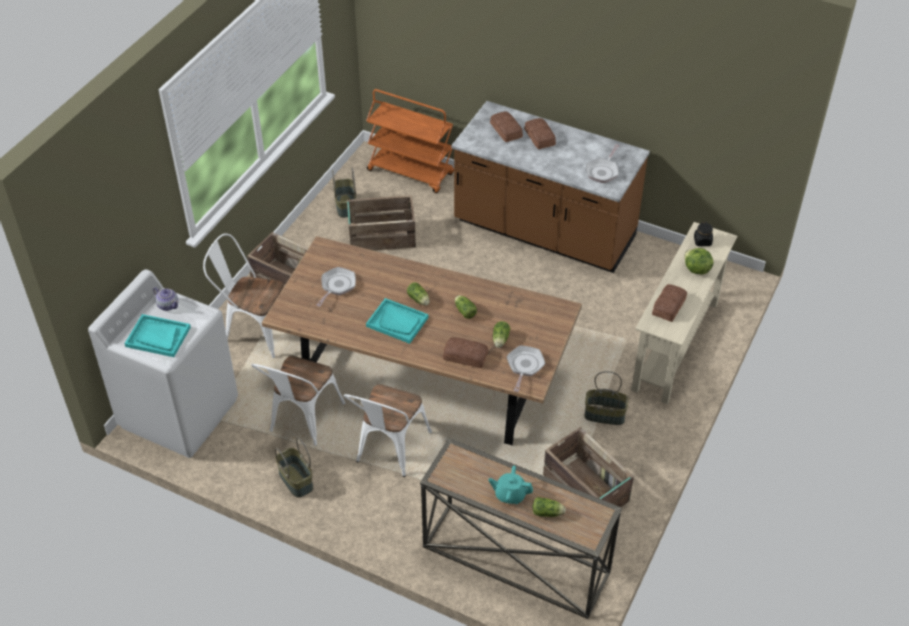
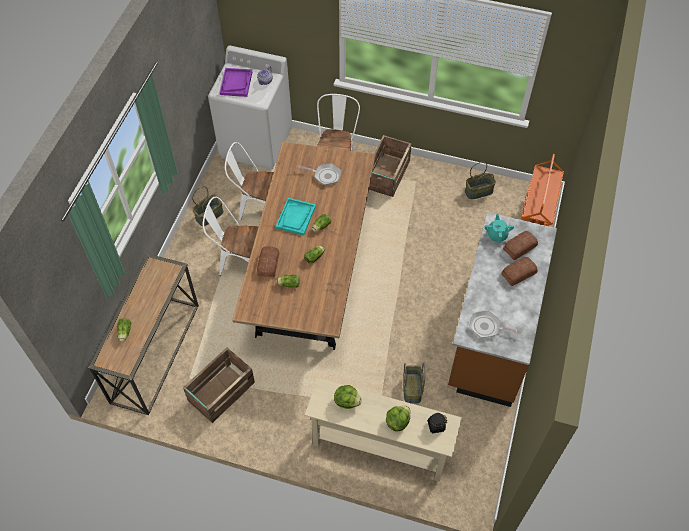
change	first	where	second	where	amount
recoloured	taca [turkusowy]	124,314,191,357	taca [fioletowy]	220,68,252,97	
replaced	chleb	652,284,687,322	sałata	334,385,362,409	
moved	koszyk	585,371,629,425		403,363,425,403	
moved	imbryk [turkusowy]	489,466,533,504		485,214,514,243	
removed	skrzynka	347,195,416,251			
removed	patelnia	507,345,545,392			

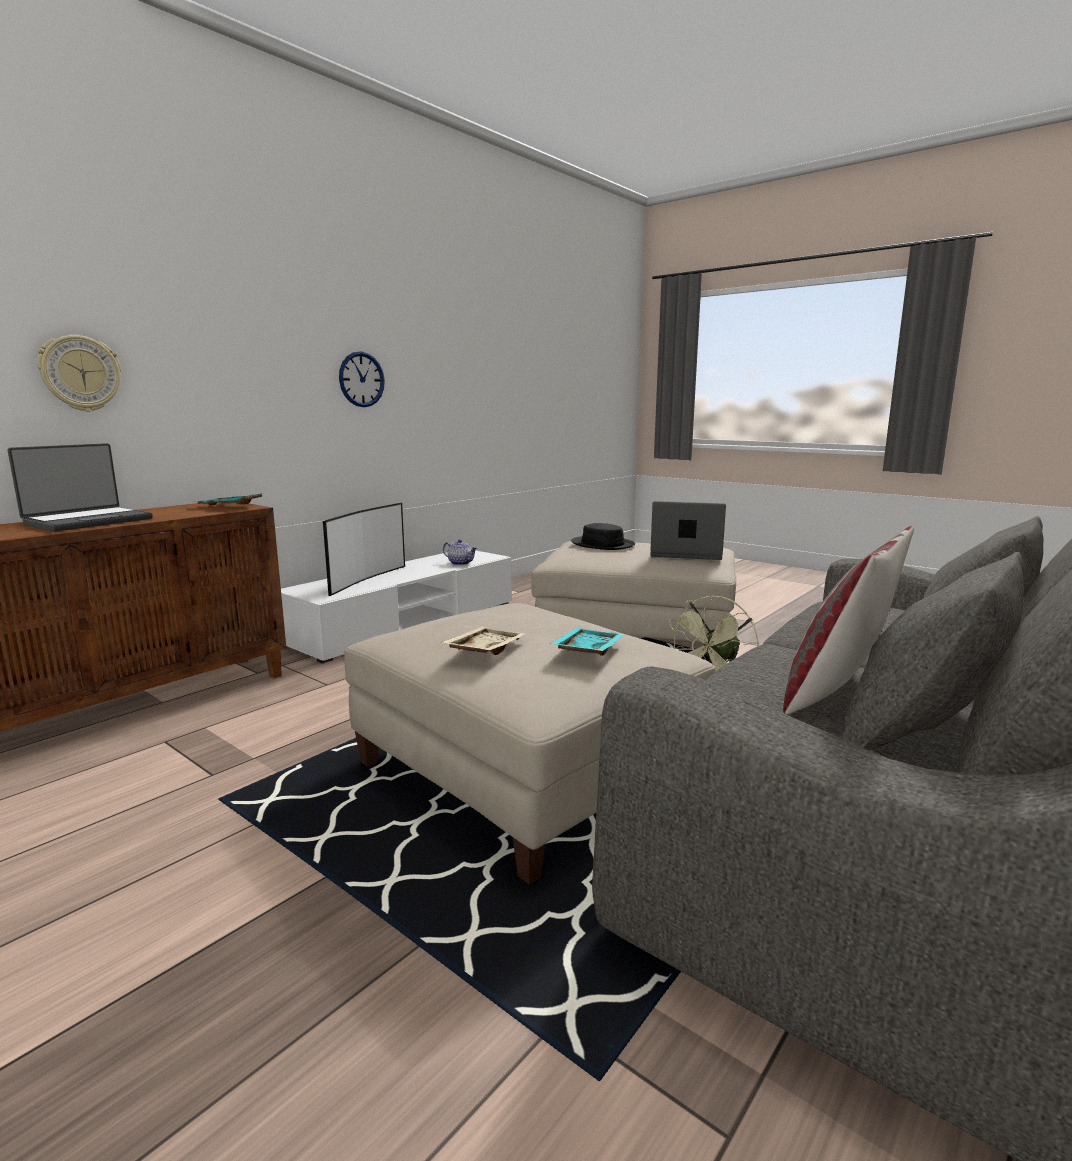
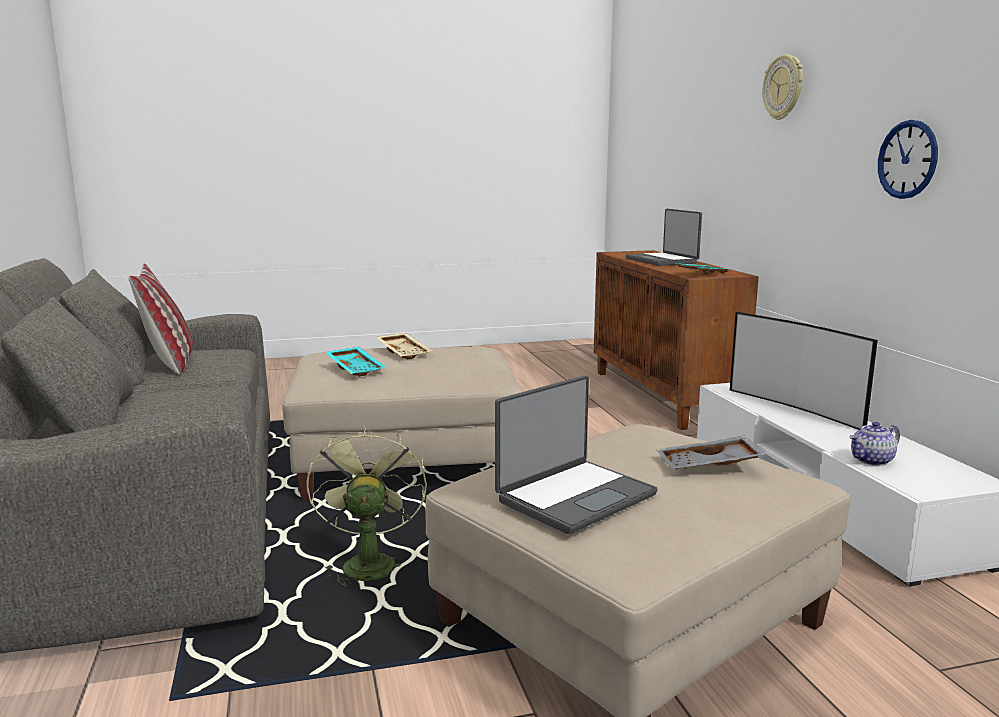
change	first	where	second	where	amount
replaced	kapelusz [czarny]	571,523,635,550	taca [szary]	657,436,766,469	
moved	zegar ścienny	37,335,121,412		763,54,803,120	

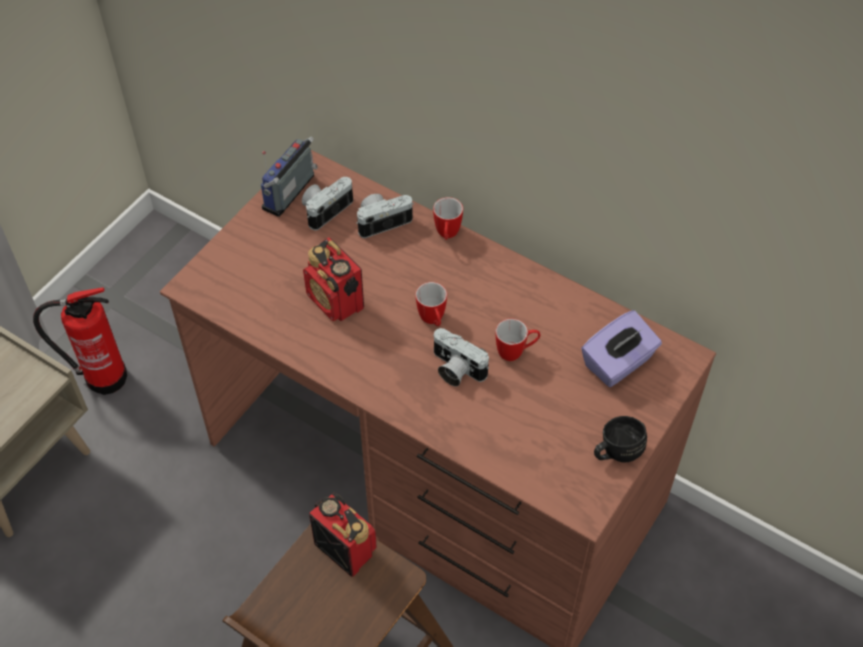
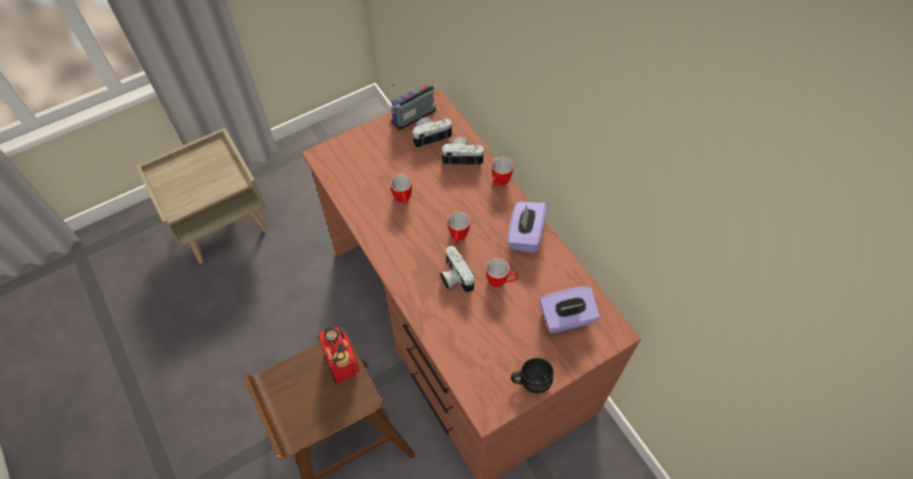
change	first	where	second	where	amount
replaced	radio	303,237,364,321	kubek	390,174,412,205	
added			pudełko chusteczek [fioletowy]	508,202,547,253	
removed	gaśnica	33,288,127,395			

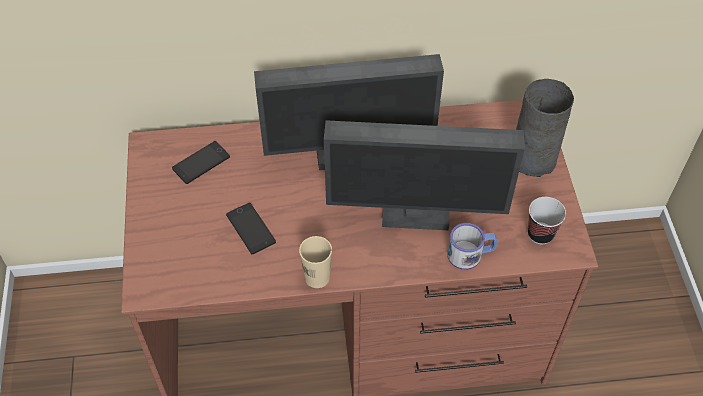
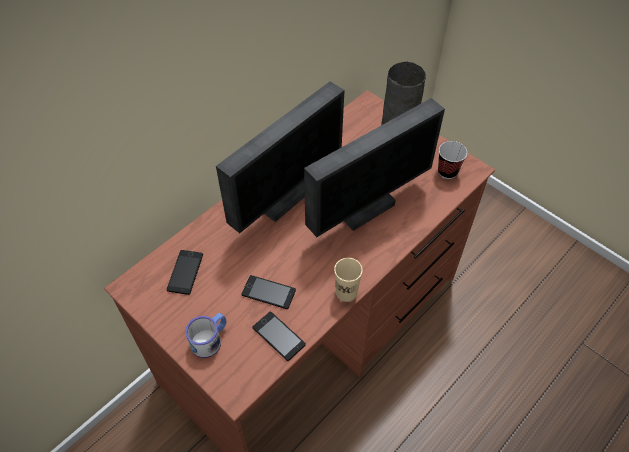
change	first	where	second	where	amount
moved	kubek	447,223,497,270		185,313,227,358	
added			telefon	253,312,306,361	

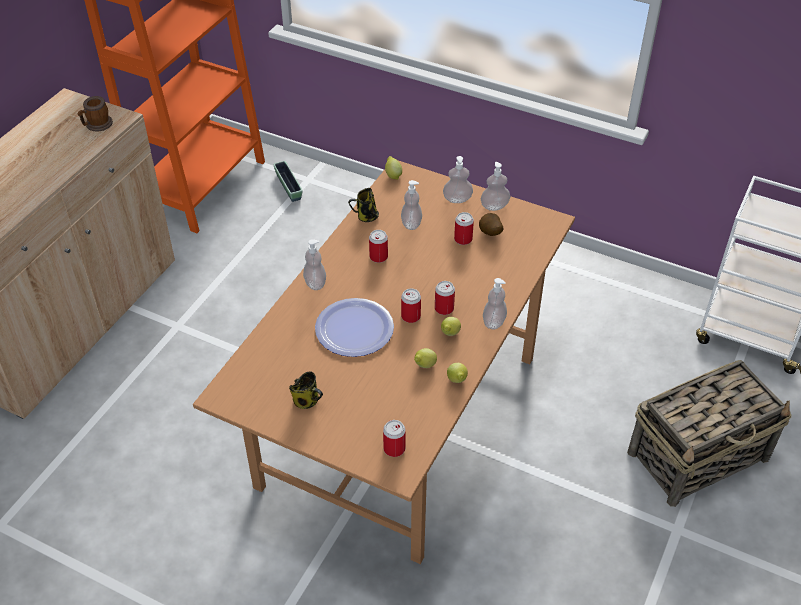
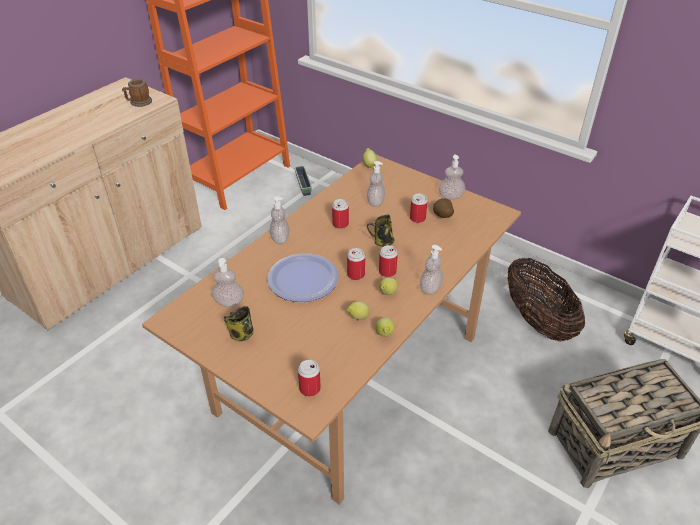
change	first	where	second	where	amount
moved	dozownik mydła	443,156,473,203		212,258,244,307	
moved	kubek	348,188,379,222		367,215,395,247	
added			koszyk	507,257,585,342	

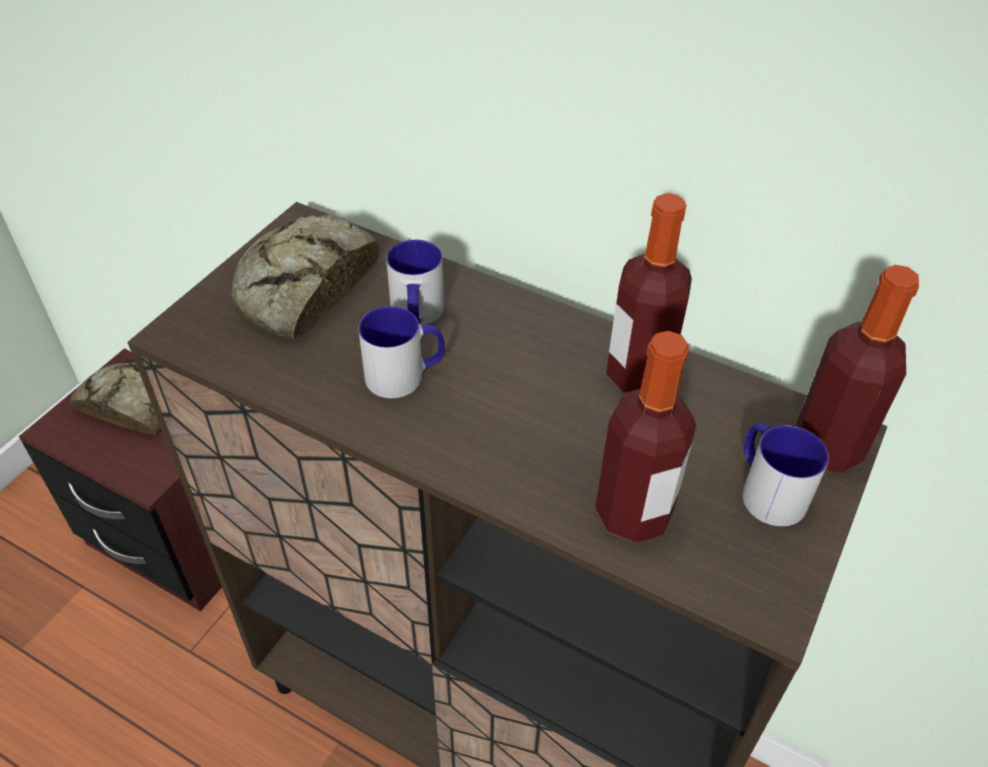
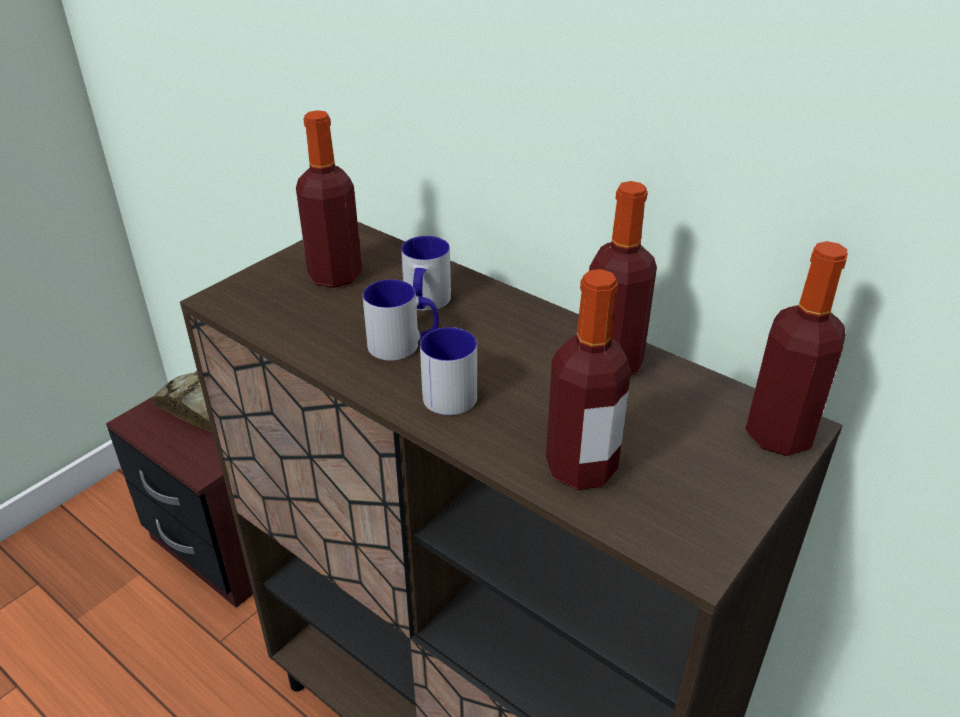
change	first	where	second	where	amount
replaced	chleb	231,214,379,338	butelka	296,110,362,288	
moved	kubek	743,423,829,527		420,327,477,415	

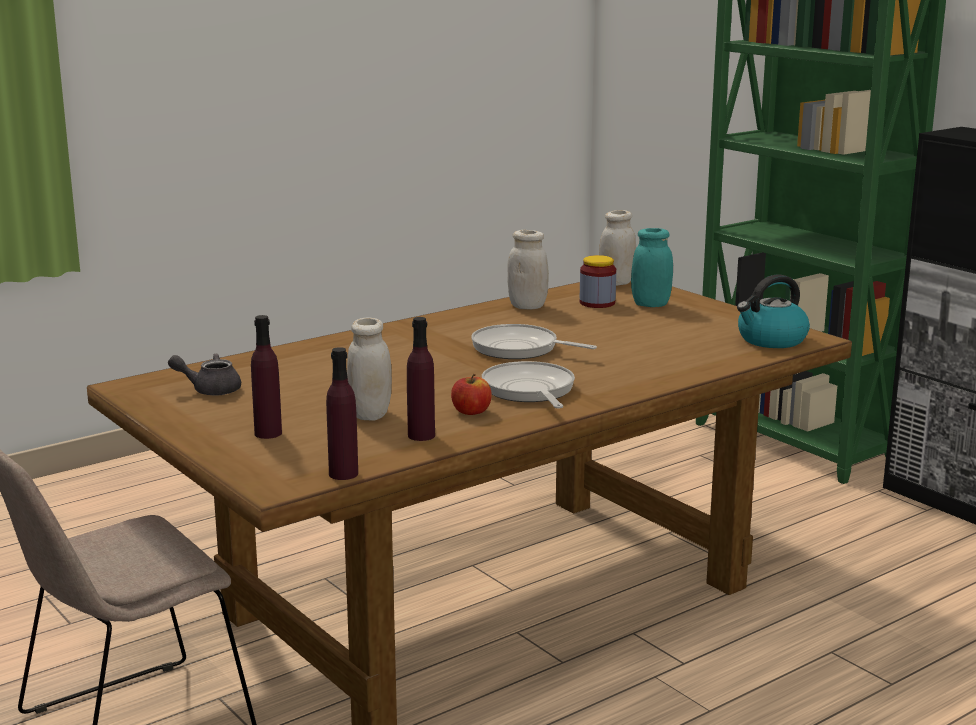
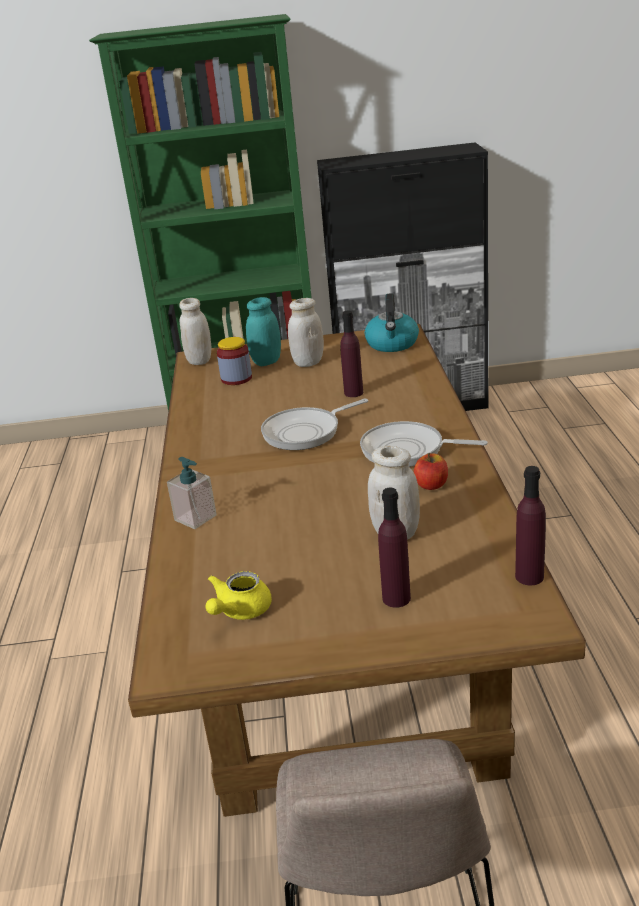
change	first	where	second	where	amount
added			dozownik mydła	167,457,217,529	
recoloured	imbryk [szary]	168,354,241,396	imbryk [żółty]	206,571,272,620	
moved	słoik [biały]	507,230,549,310		288,298,324,367	
moved	butelka [fioletowy]	407,317,435,441		340,311,363,397	

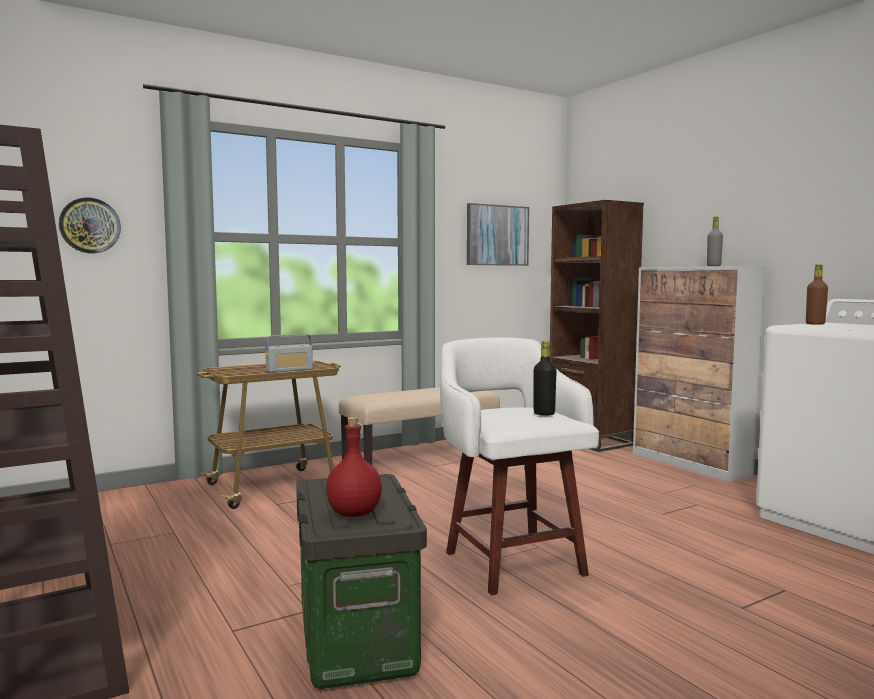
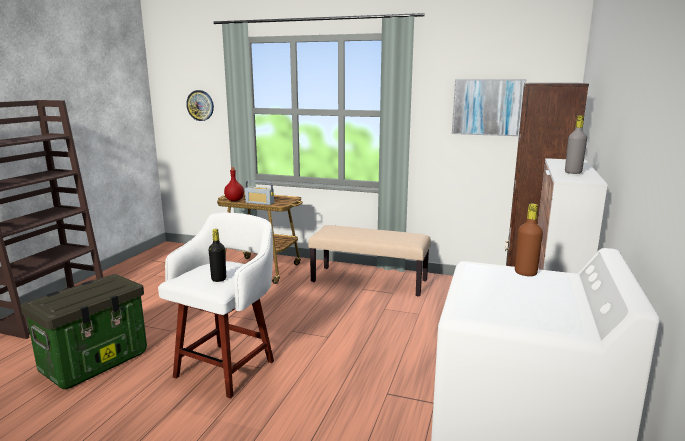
change	first	where	second	where	amount
moved	butelka [czerwony]	326,417,382,517		224,167,244,201	

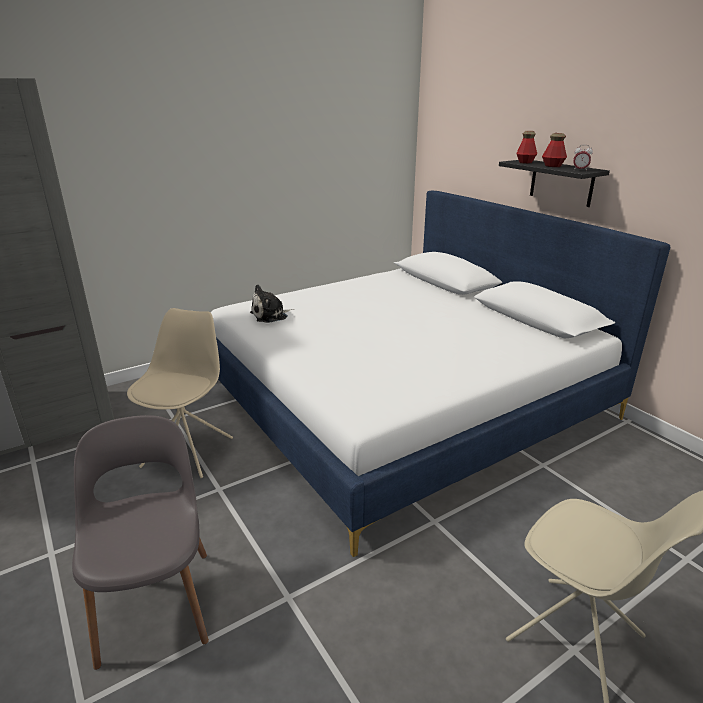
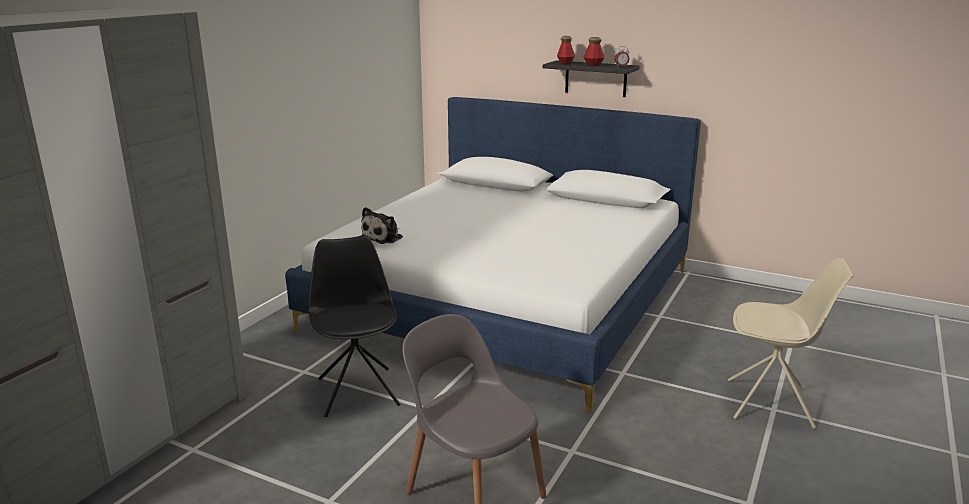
change	first	where	second	where	amount
recoloured	krzesło [beżowy]	127,308,233,478	krzesło [czarny]	308,235,401,417	

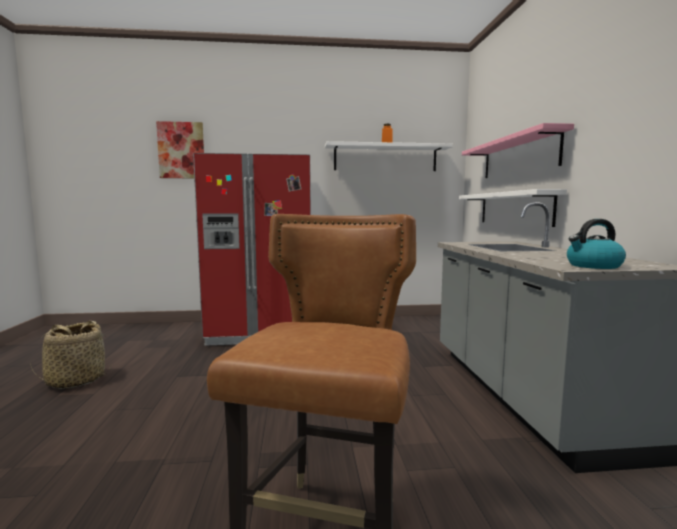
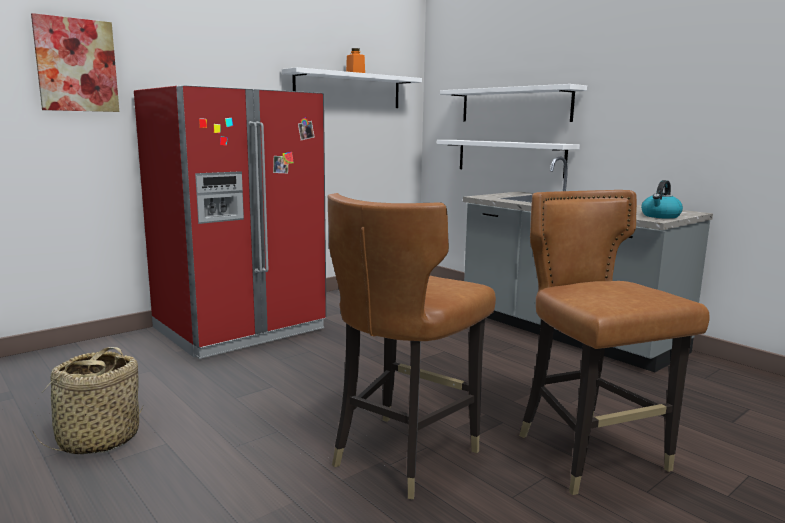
change	first	where	second	where	amount
added			krzesło [brązowy]	328,193,496,500	
recoloured	półka [różowy]	462,123,574,178	półka [biały]	440,84,587,122	

